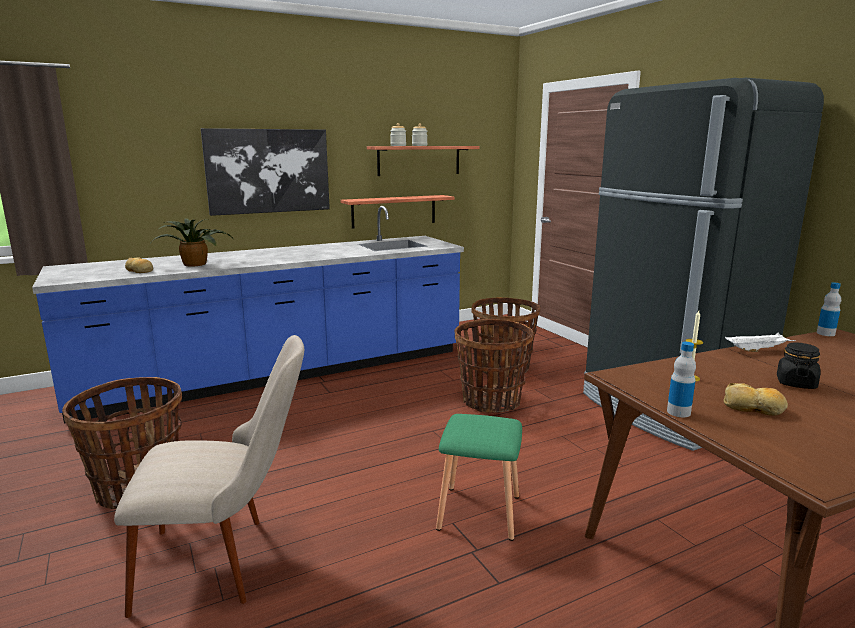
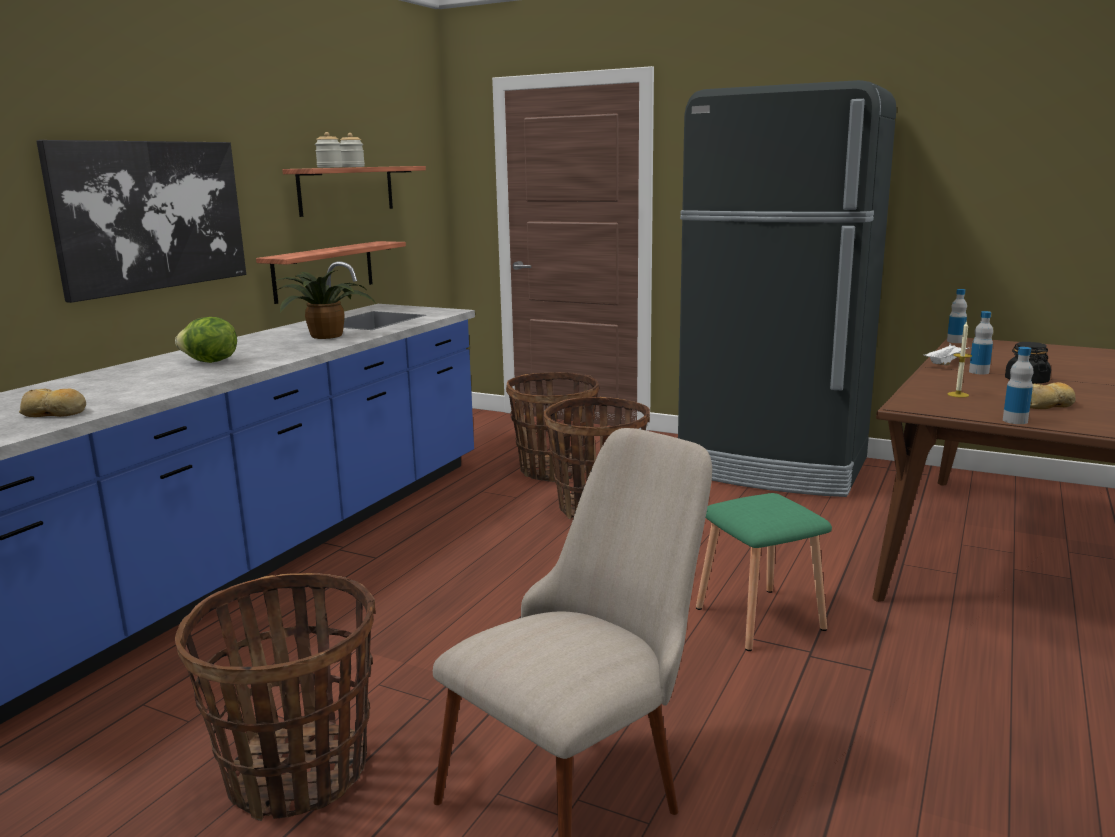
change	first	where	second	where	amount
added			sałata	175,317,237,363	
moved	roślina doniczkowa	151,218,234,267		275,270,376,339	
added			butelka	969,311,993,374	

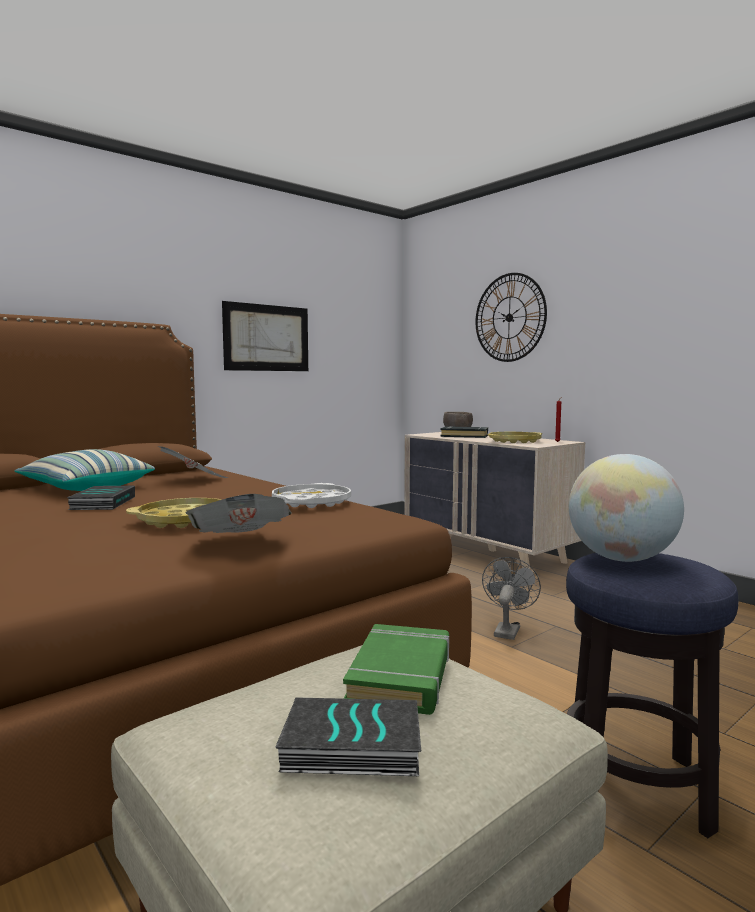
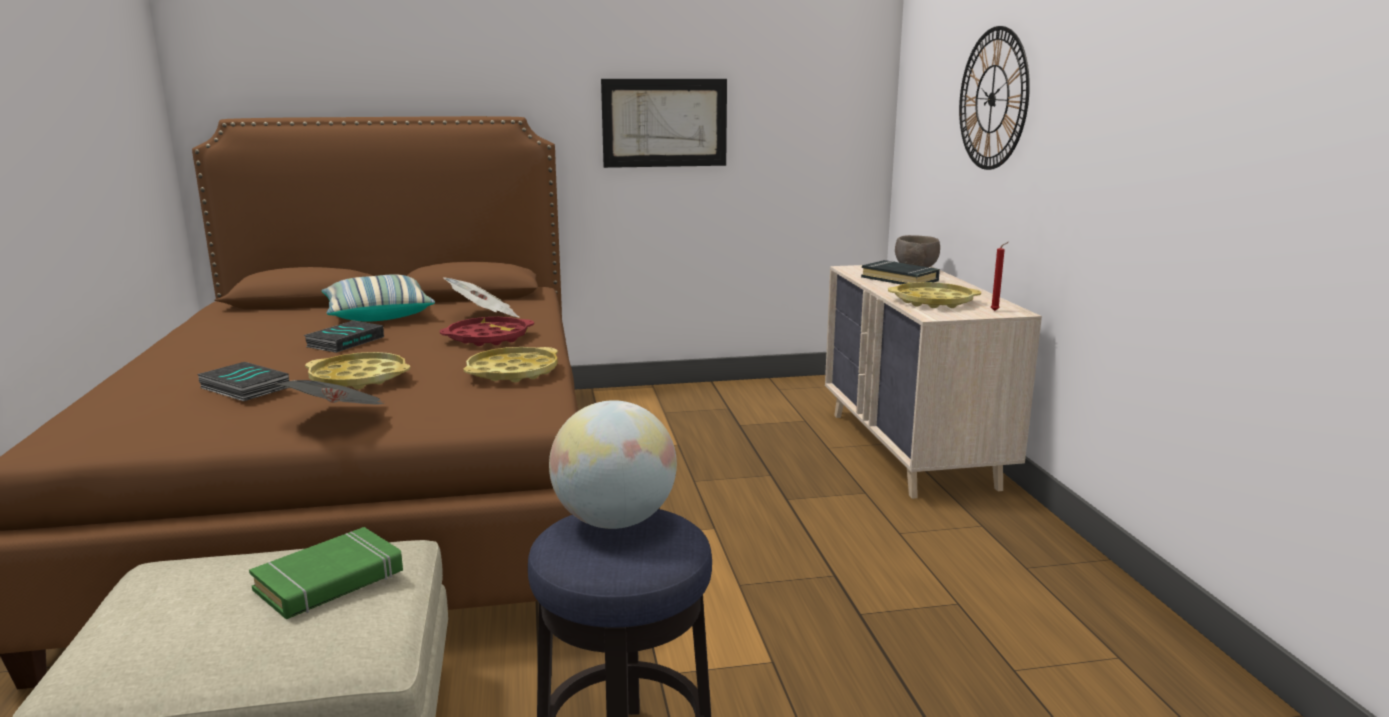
change	first	where	second	where	amount
moved	książka	275,697,421,776		197,362,289,401	
added			taca [czerwony]	440,317,534,346	
recoloured	taca [biały]	272,483,351,508	taca [żółty]	464,347,558,382	
removed	wentylator [szary]	482,557,541,640			

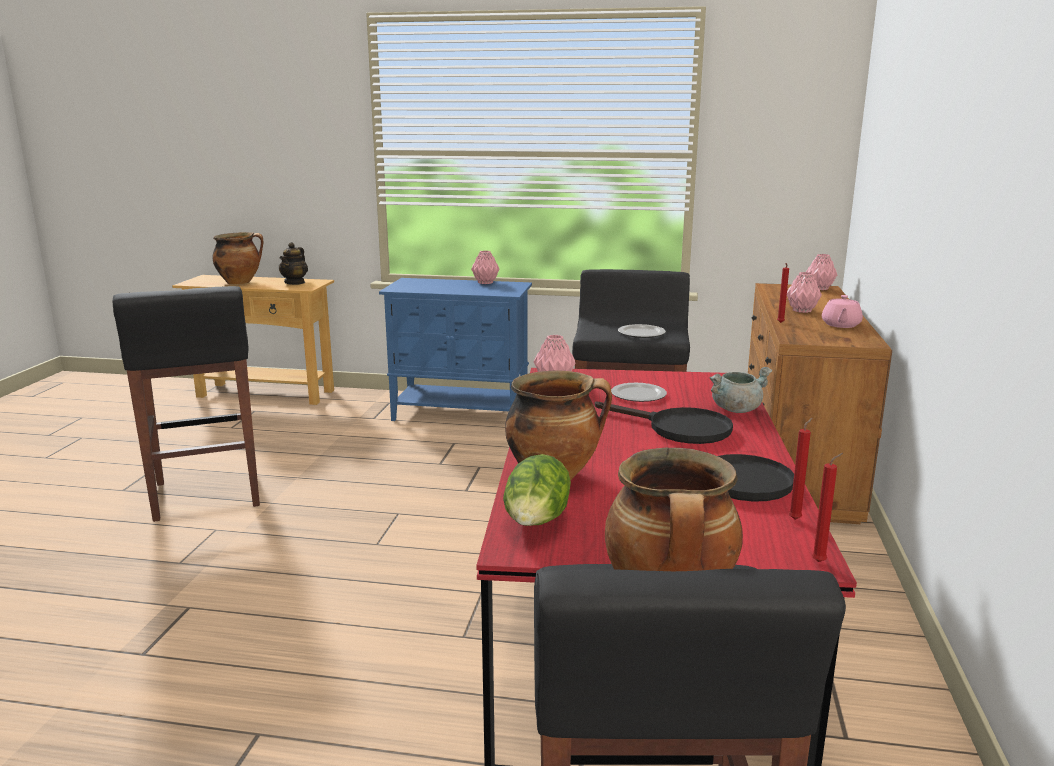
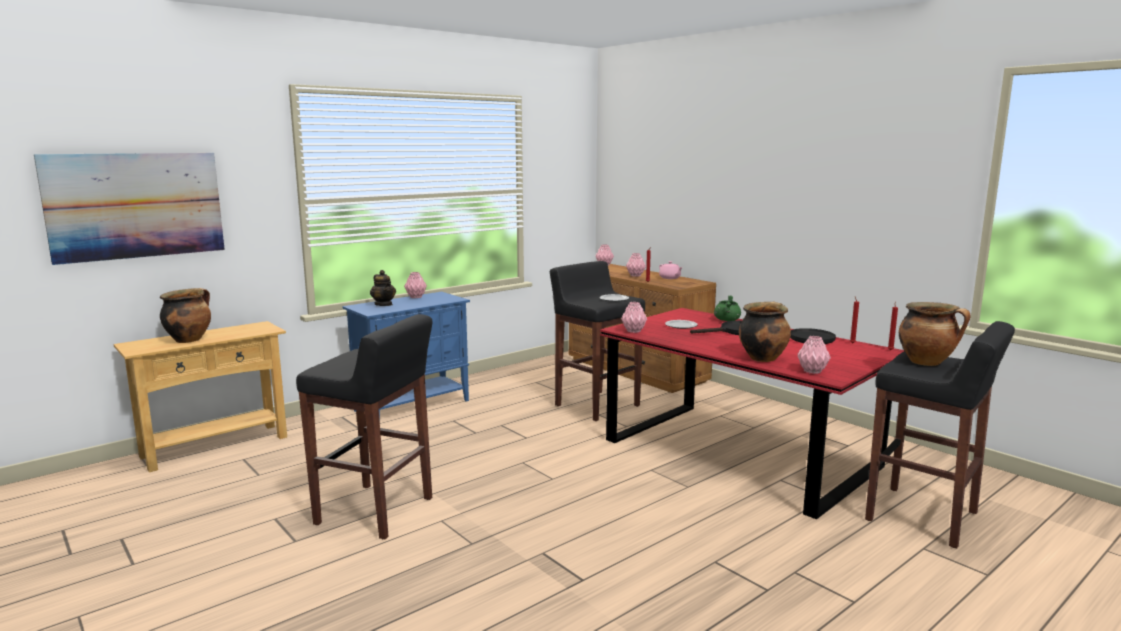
change	first	where	second	where	amount
added			obraz	34,153,225,265	
moved	imbryk	279,242,308,285		370,270,396,306	
recoloured	garnek [szary]	710,367,772,413	garnek [zielony]	714,296,741,321	
replaced	sałata	503,454,571,526	wazon [różowy]	798,336,831,374	

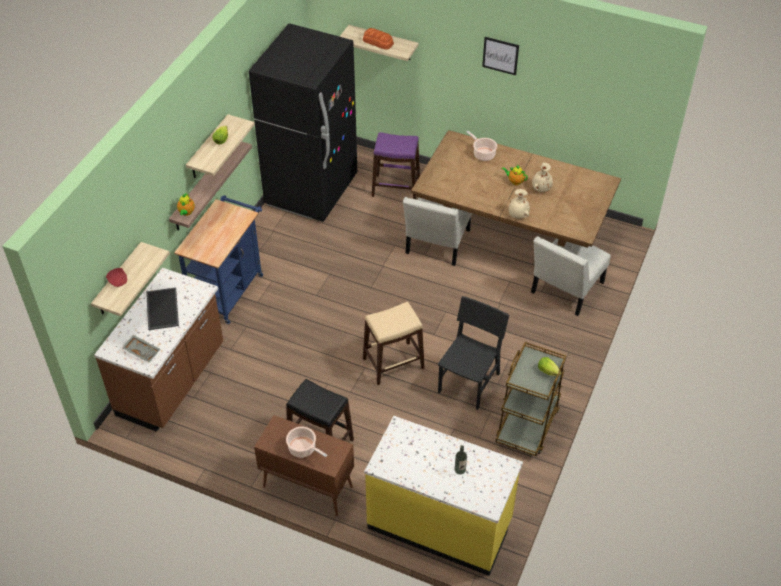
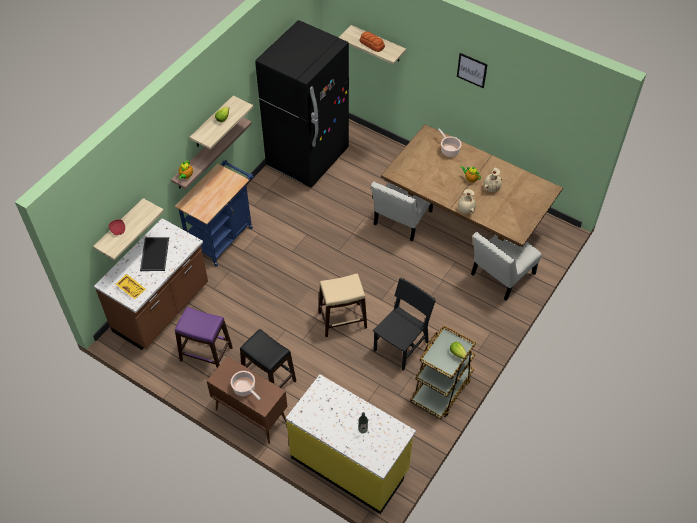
change	first	where	second	where	amount
recoloured	taca [szary]	122,335,160,363	taca [żółty]	116,274,145,300	
moved	stołek [fioletowy]	372,132,420,199		175,307,233,368	

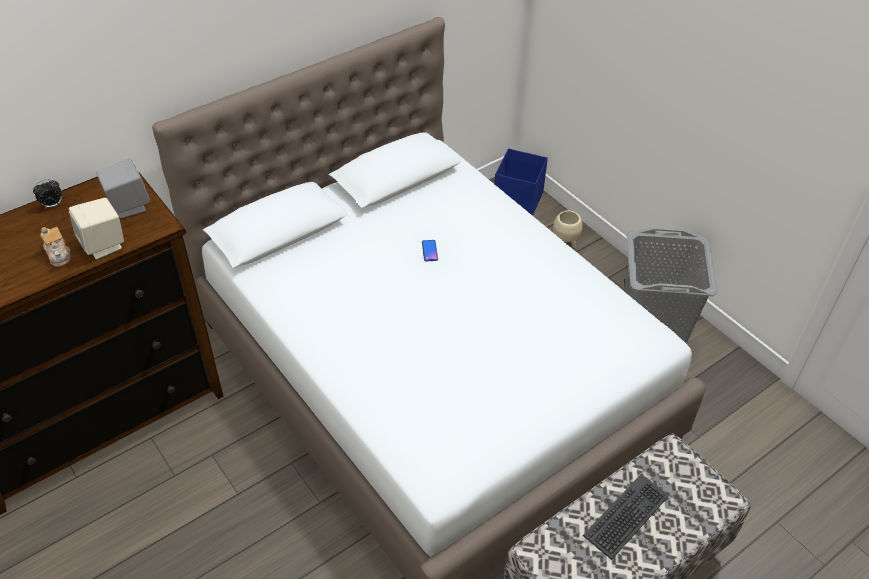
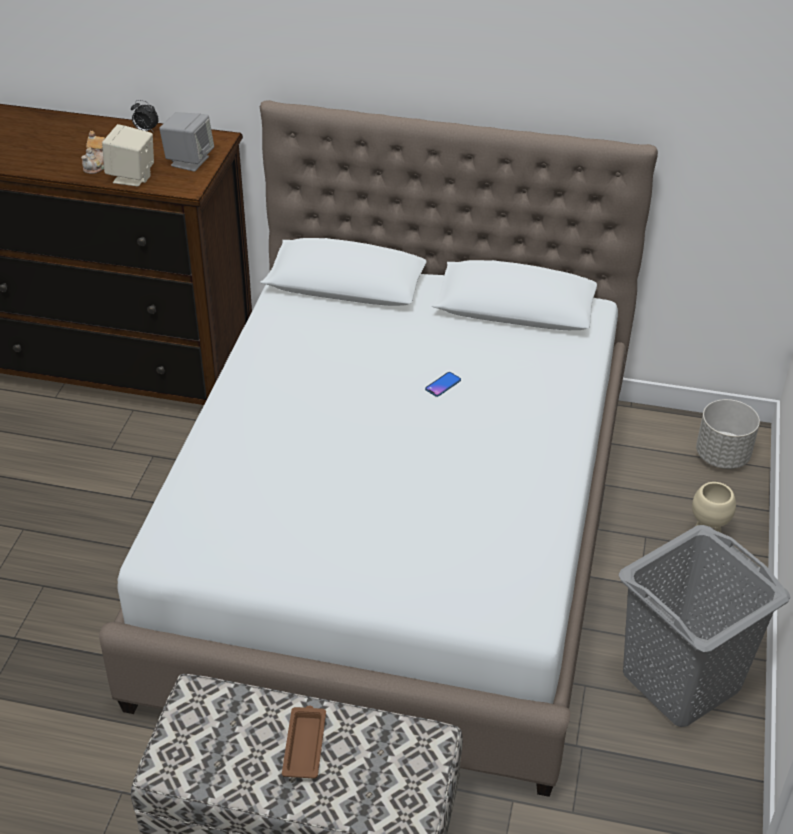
change	first	where	second	where	amount
replaced	klawiatura	583,474,669,560	taca [brązowy]	282,705,326,779	
replaced	pojemnik do przechowywania [niebieski]	494,148,548,216	donica [szary]	696,399,760,469	

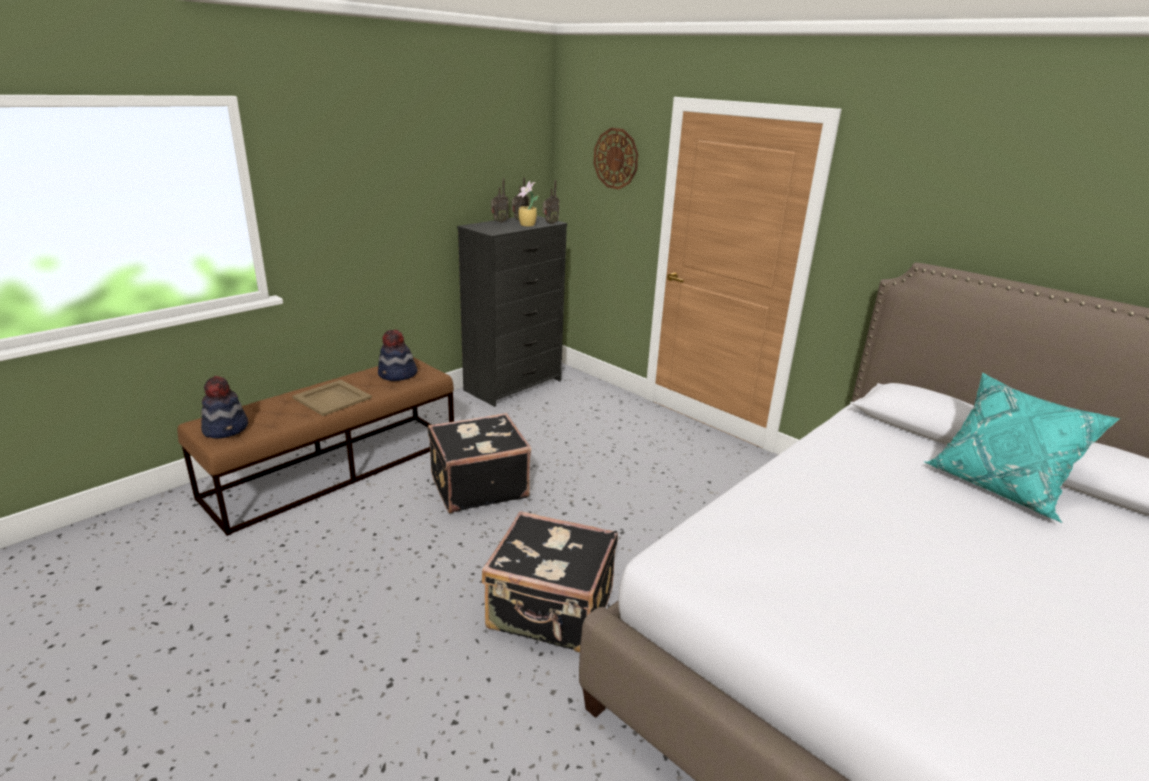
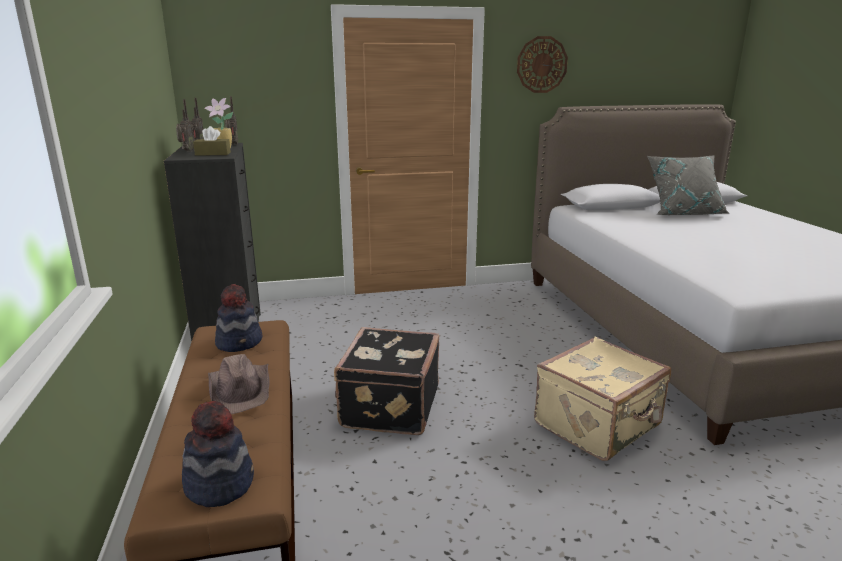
change	first	where	second	where	amount
added			pudełko chusteczek [brązowy]	193,126,231,156	
replaced	taca [beżowy]	292,380,372,416	kapelusz [brązowy]	208,354,270,414	
moved	zegar ścienny	593,128,638,189		517,36,568,93	
recoloured	walizka [czarny]	482,511,618,652	walizka [beżowy]	534,336,671,461	
recoloured	poduszka [turkusowy]	924,372,1120,523	poduszka [szary]	647,155,728,215	

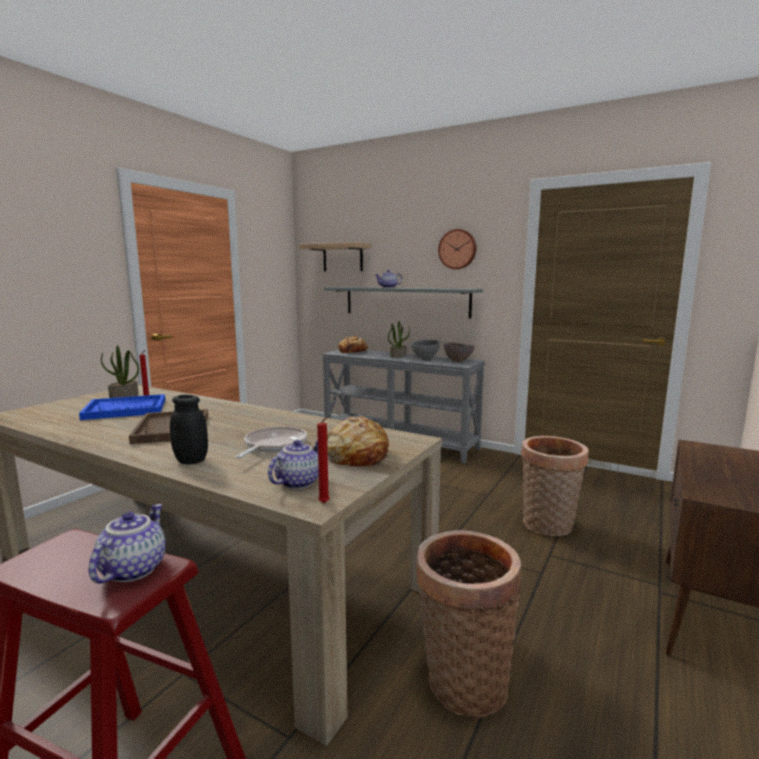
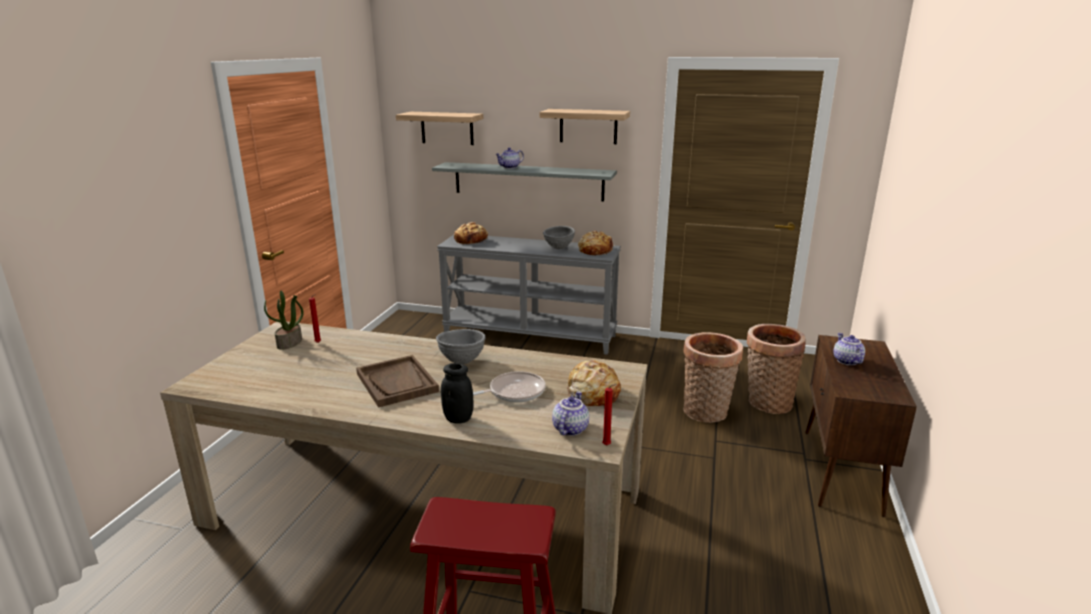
change	first	where	second	where	amount
added			miska [szary]	436,329,486,364	
turned	patelnia	236,426,307,458		473,371,546,403	60 degrees clockwise
replaced	zegar ścienny	438,229,476,269	półka	540,109,630,144	
replaced	miska [brązowy]	444,343,475,362	chleb	578,230,615,255	
moved	koszyk	416,530,521,718		747,324,806,414	
moved	imbryk	88,504,165,584		833,333,865,365	
removed	taca [niebieski]	79,394,165,420			
removed	roślina doniczkowa	388,321,410,358			

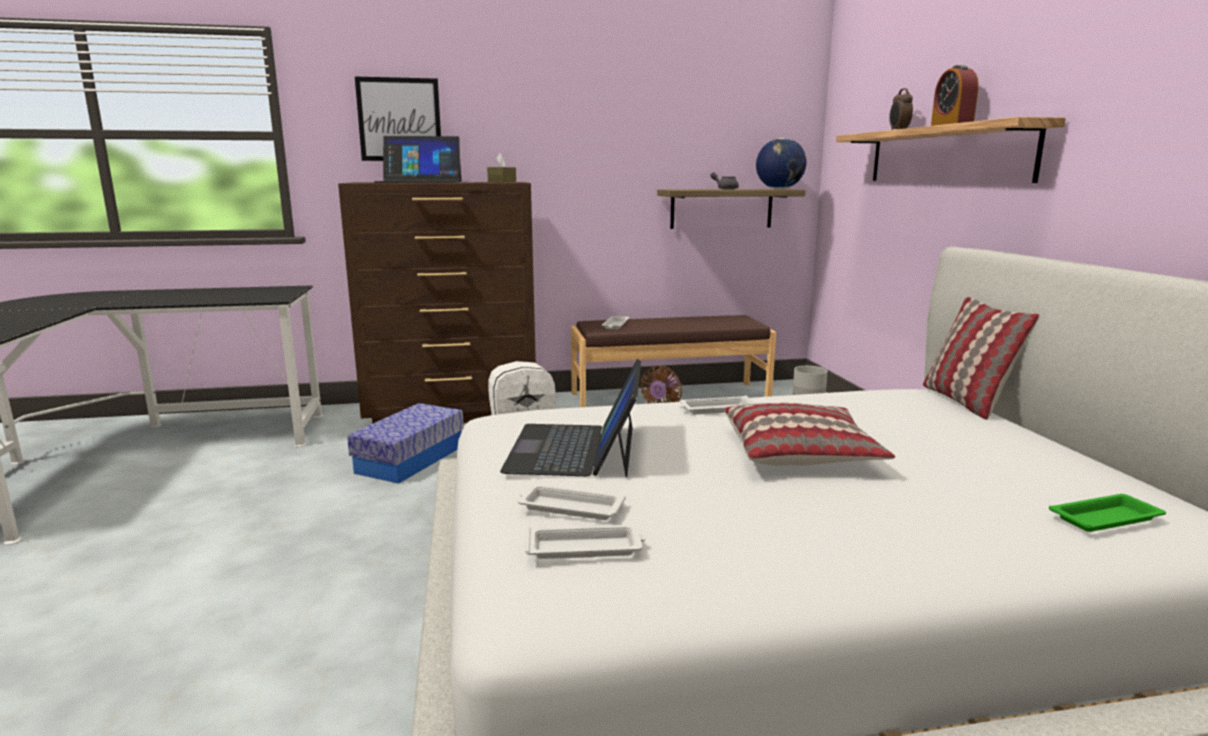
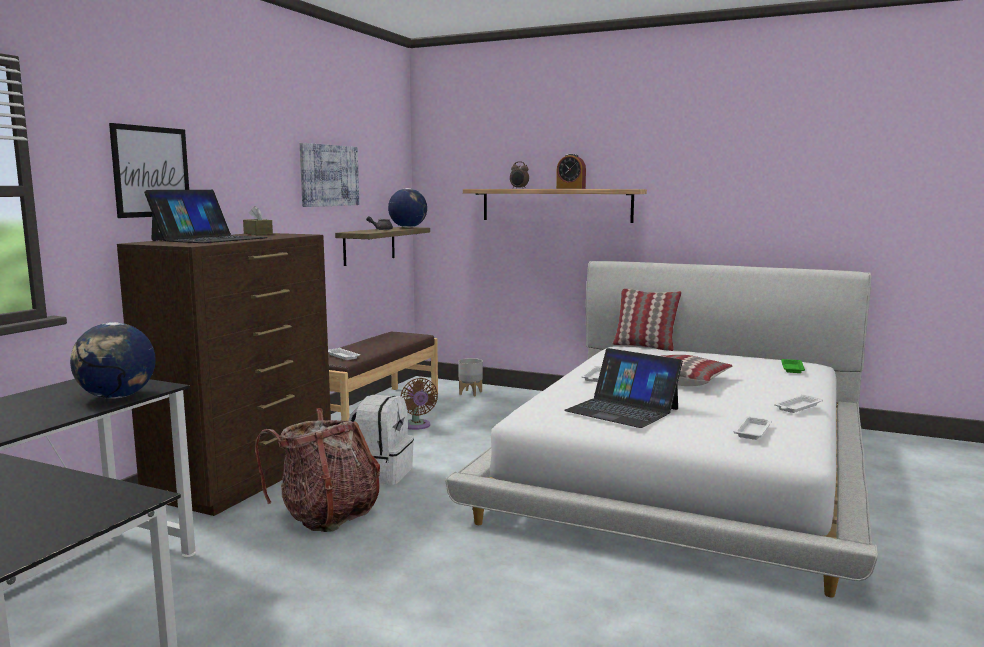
change	first	where	second	where	amount
added			globus	70,322,156,399	
replaced	pojemnik do przechowywania	347,403,464,484	plecak	255,408,380,532	
added			obraz	300,143,359,207	
moved	taca [biały]	518,484,626,520		774,394,823,413	

